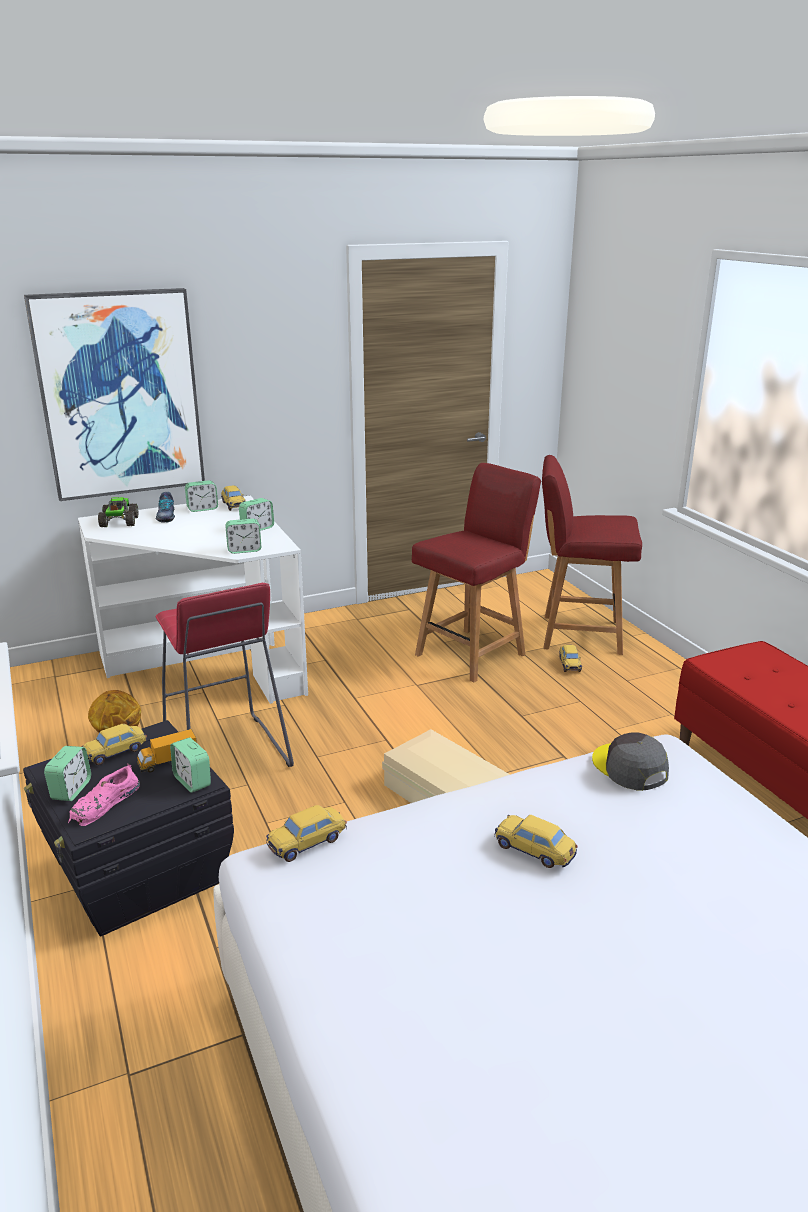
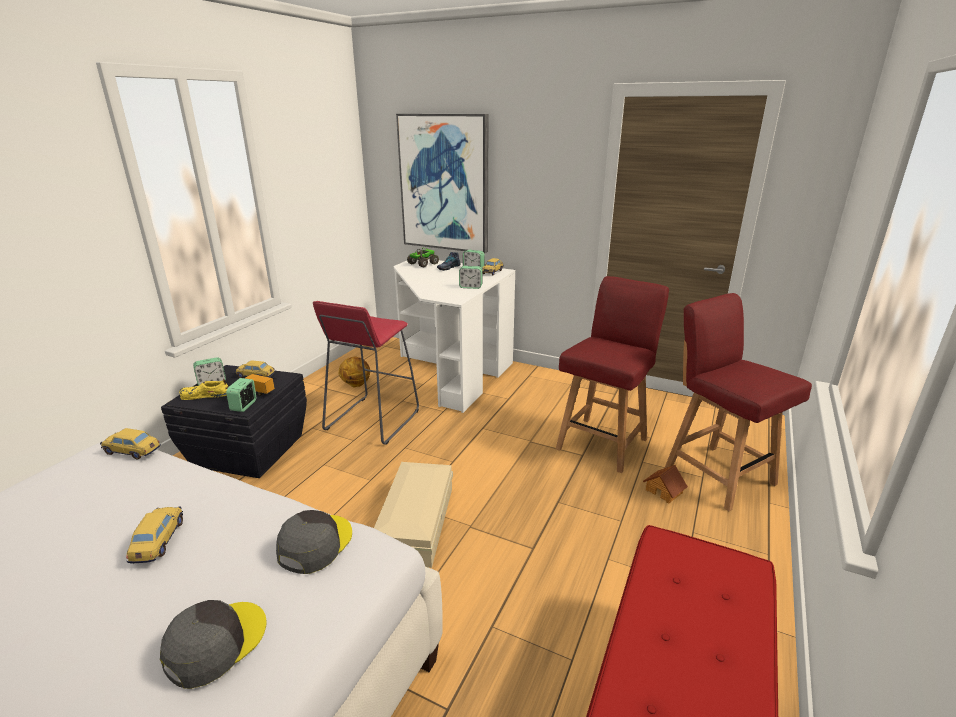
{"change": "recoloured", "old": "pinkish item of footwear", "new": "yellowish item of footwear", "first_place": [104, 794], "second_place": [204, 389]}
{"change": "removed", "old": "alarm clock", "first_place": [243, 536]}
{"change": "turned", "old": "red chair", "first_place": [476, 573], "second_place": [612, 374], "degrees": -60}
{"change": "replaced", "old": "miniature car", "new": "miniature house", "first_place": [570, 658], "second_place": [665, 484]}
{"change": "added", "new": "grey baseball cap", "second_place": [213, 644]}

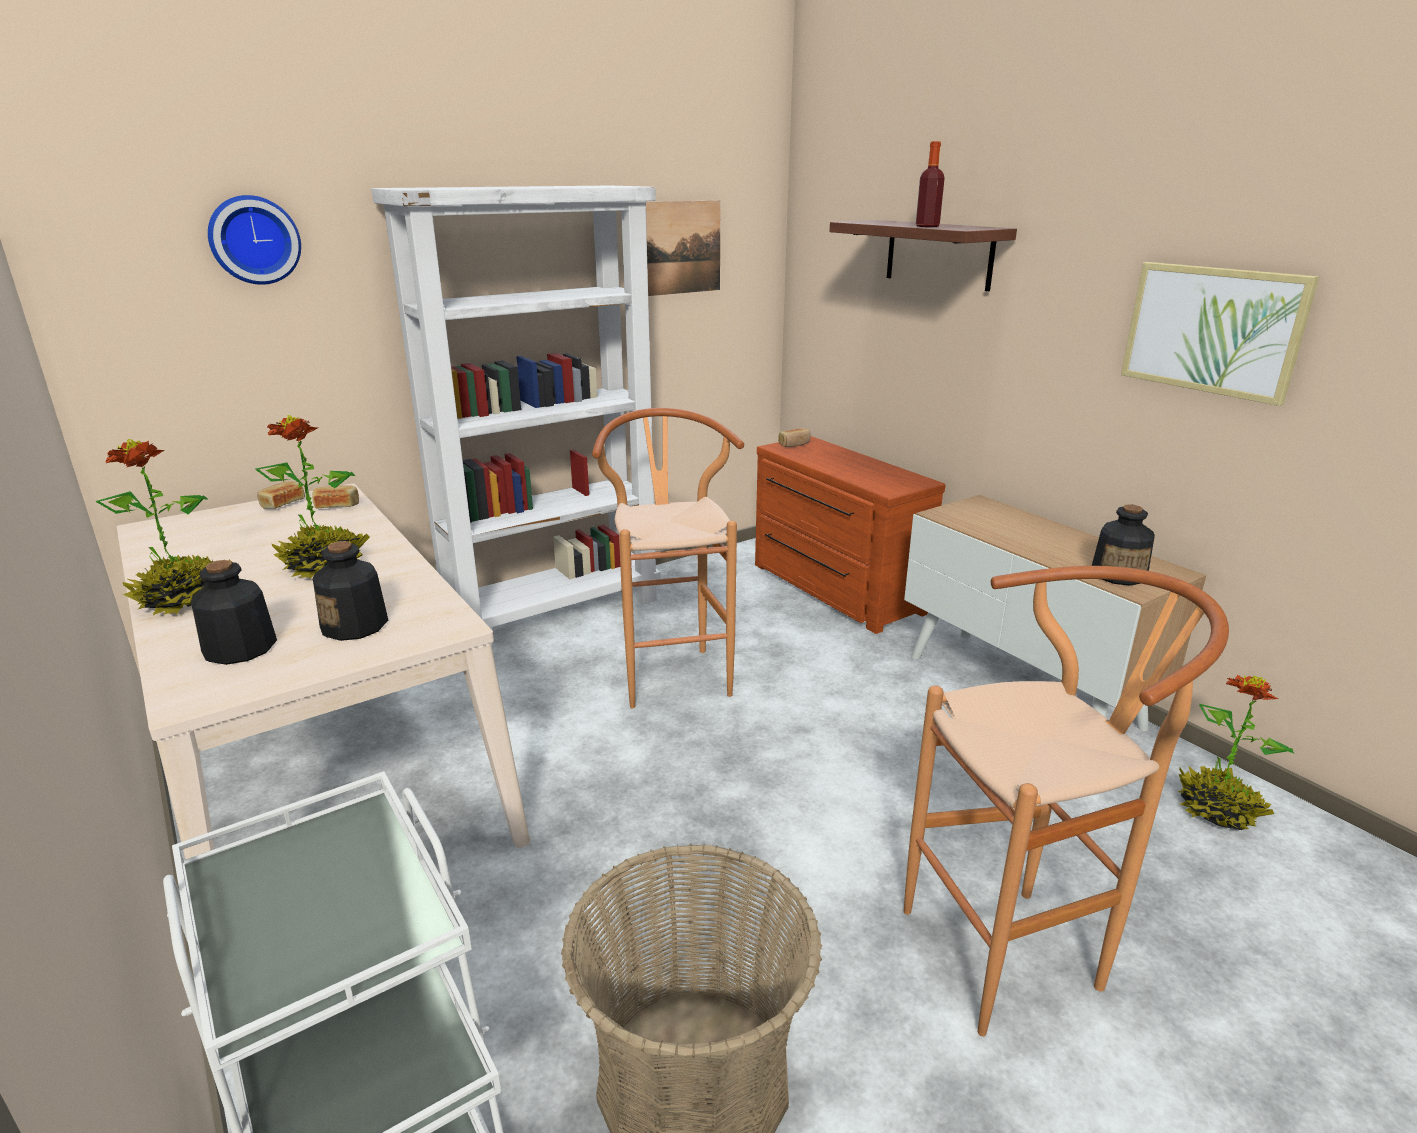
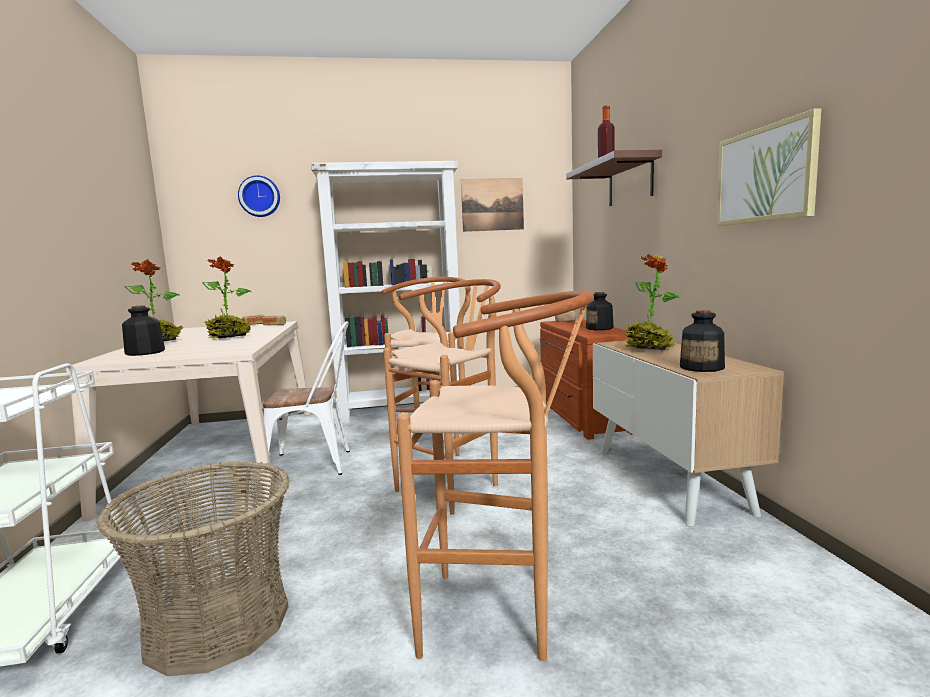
{"change": "moved", "old": "drink bottle", "first_place": [350, 591], "second_place": [600, 311]}
{"change": "moved", "old": "houseplant", "first_place": [1236, 752], "second_place": [651, 302]}
{"change": "added", "new": "white-coloured chair", "second_place": [306, 398]}
{"change": "added", "new": "brown sitting stool", "second_place": [442, 397]}

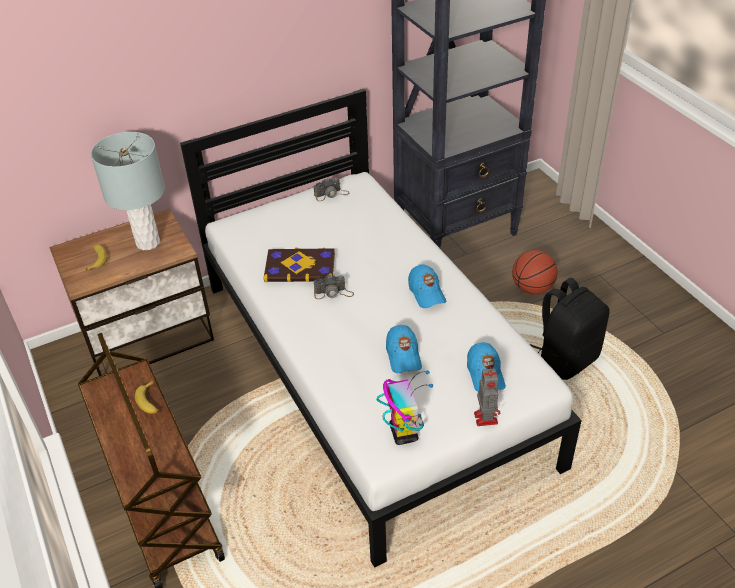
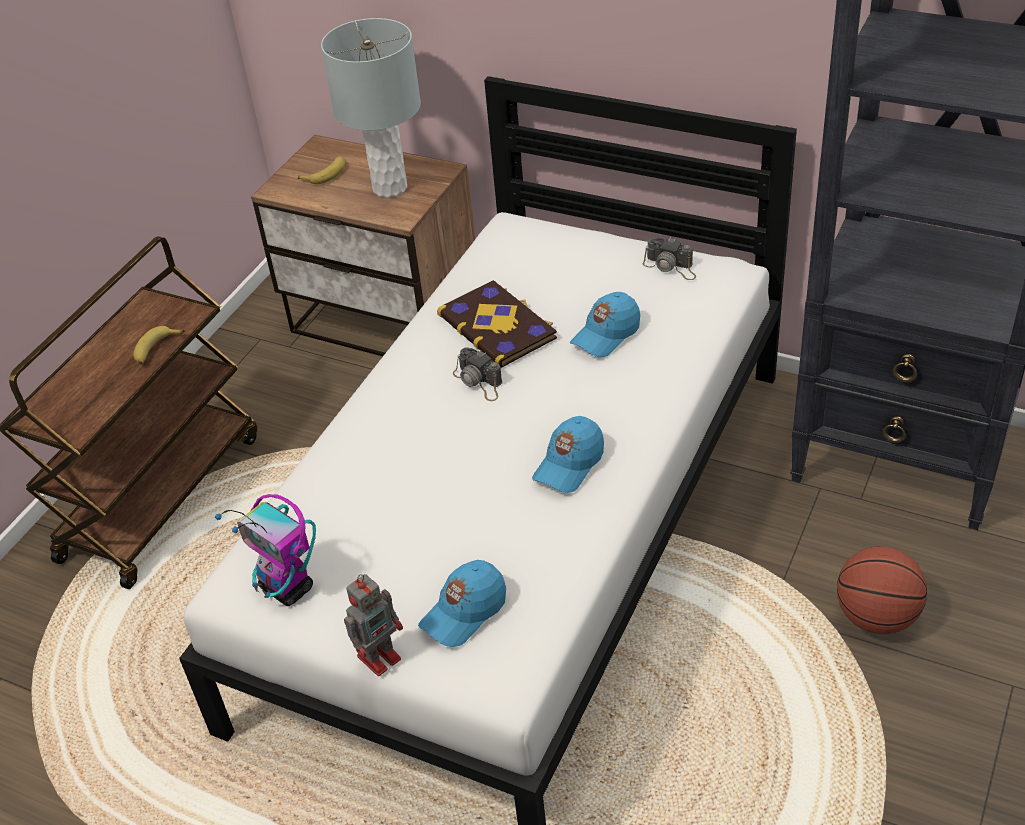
{"change": "turned", "old": "model robot", "first_place": [404, 407], "second_place": [265, 550], "degrees": 90}
{"change": "moved", "old": "bluish baseball cap", "first_place": [404, 349], "second_place": [605, 324]}
{"change": "removed", "old": "black rucksack", "first_place": [570, 329]}

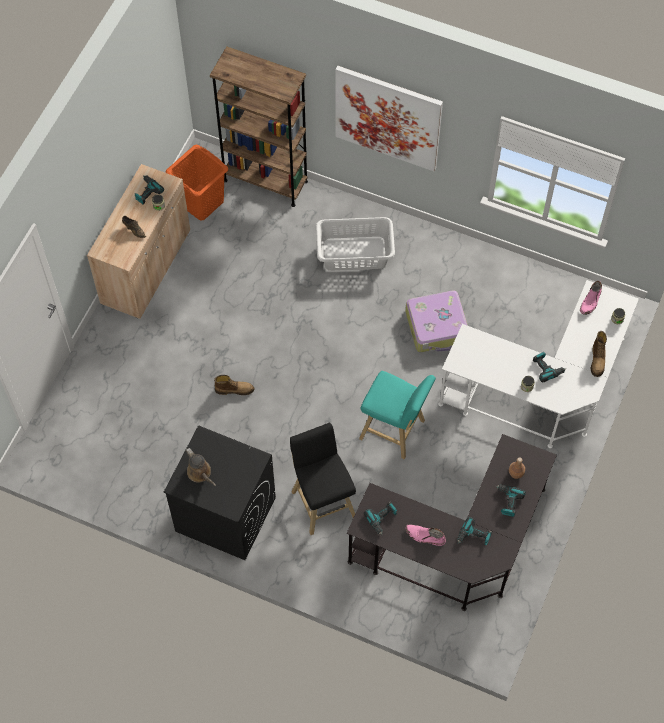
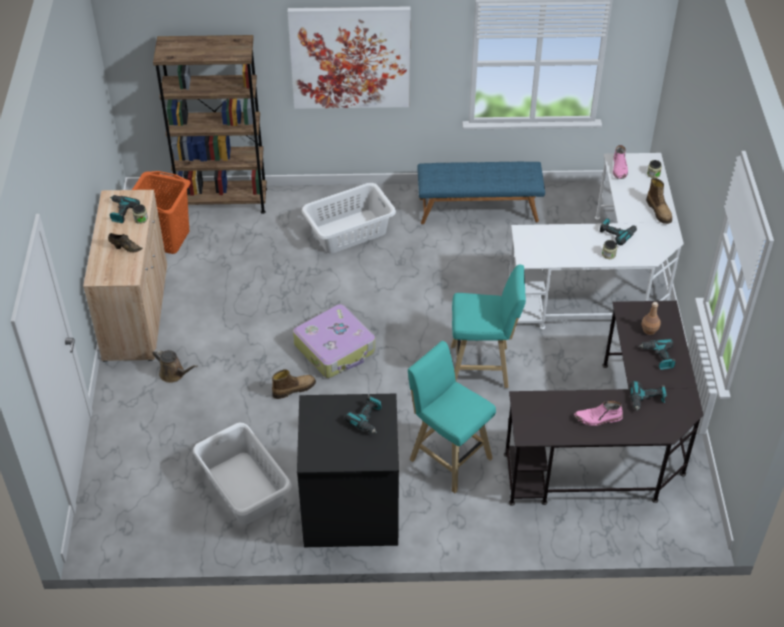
{"change": "moved", "old": "brown watering can", "first_place": [201, 467], "second_place": [175, 366]}
{"change": "recoloured", "old": "black sitting stool", "new": "turquoise sitting stool", "first_place": [323, 479], "second_place": [452, 417]}
{"change": "moved", "old": "electric drill", "first_place": [380, 518], "second_place": [363, 415]}
{"change": "moved", "old": "piece of luggage", "first_place": [436, 321], "second_place": [334, 341]}
{"change": "added", "new": "white-coloured washing basket", "second_place": [242, 473]}
{"change": "added", "new": "bluish long seat", "second_place": [481, 193]}

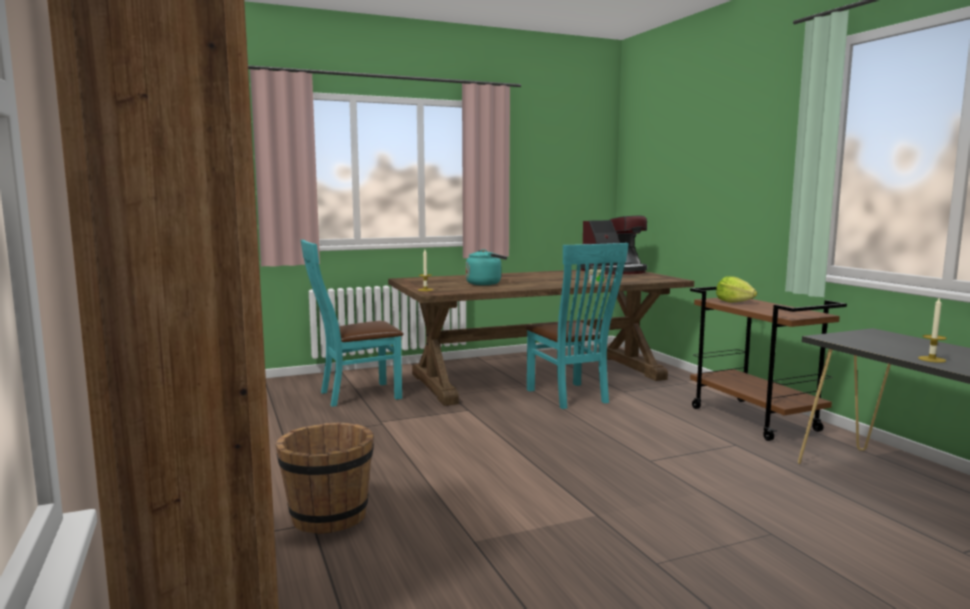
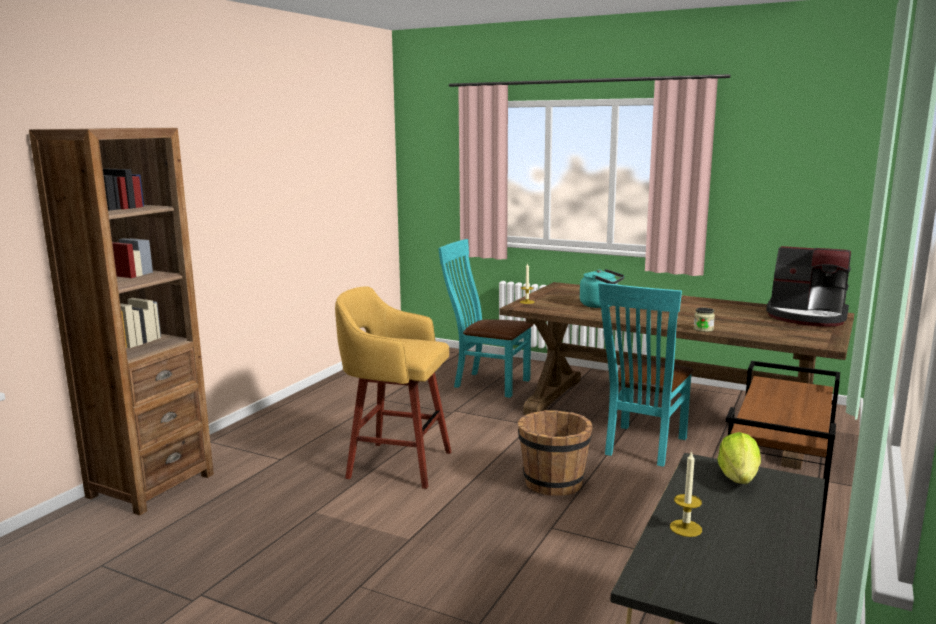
{"change": "moved", "old": "brown pail", "first_place": [324, 478], "second_place": [555, 453]}
{"change": "moved", "old": "lettuce head", "first_place": [736, 289], "second_place": [739, 458]}
{"change": "added", "new": "yellowish sitting stool", "second_place": [393, 387]}

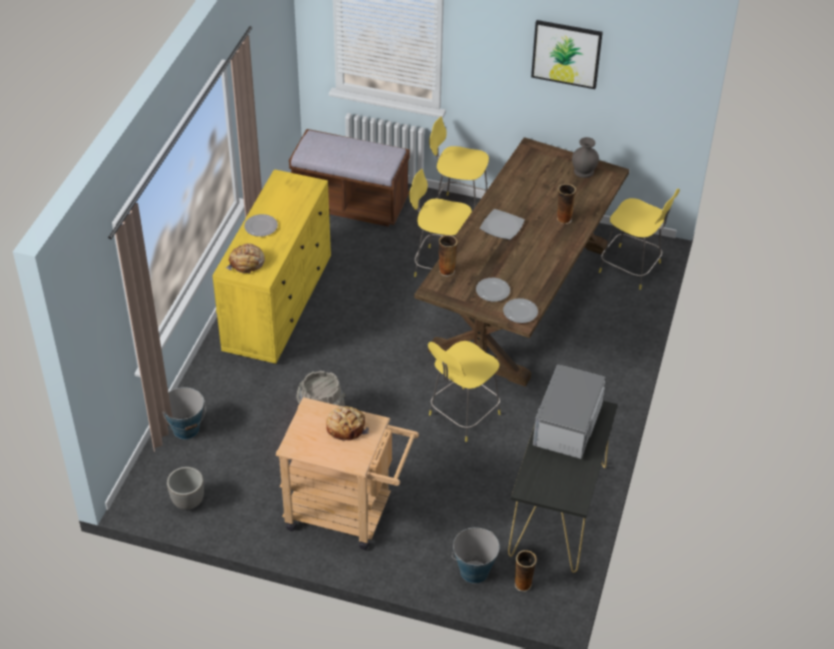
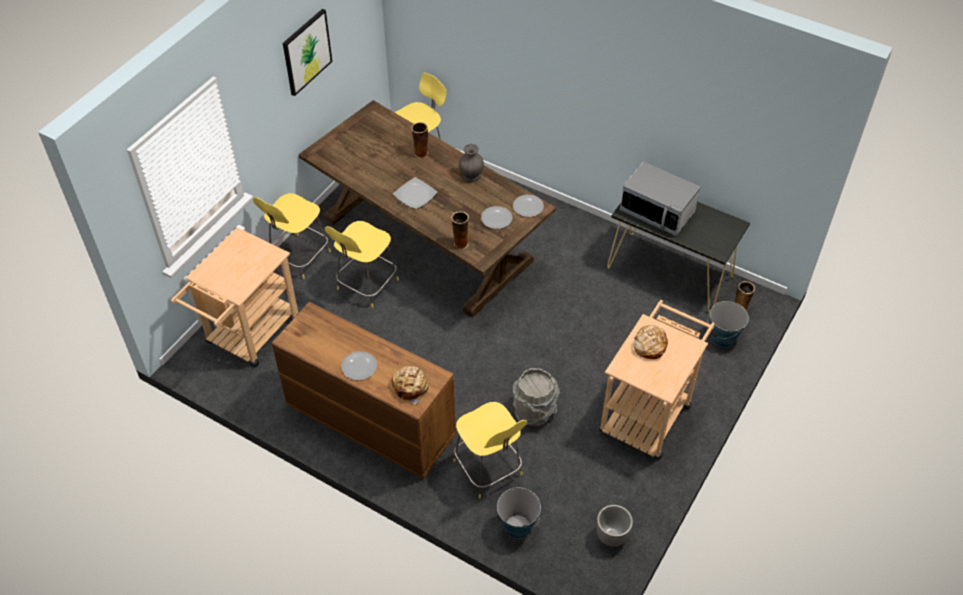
{"change": "recoloured", "old": "yellowish dresser", "new": "brown dresser", "first_place": [271, 266], "second_place": [364, 390]}
{"change": "replaced", "old": "brown long seat", "new": "beige-coloured trolley", "first_place": [349, 178], "second_place": [234, 297]}
{"change": "moved", "old": "yellowish sitting stool", "first_place": [464, 391], "second_place": [490, 450]}
{"change": "moved", "old": "grey flower vase", "first_place": [585, 157], "second_place": [471, 163]}

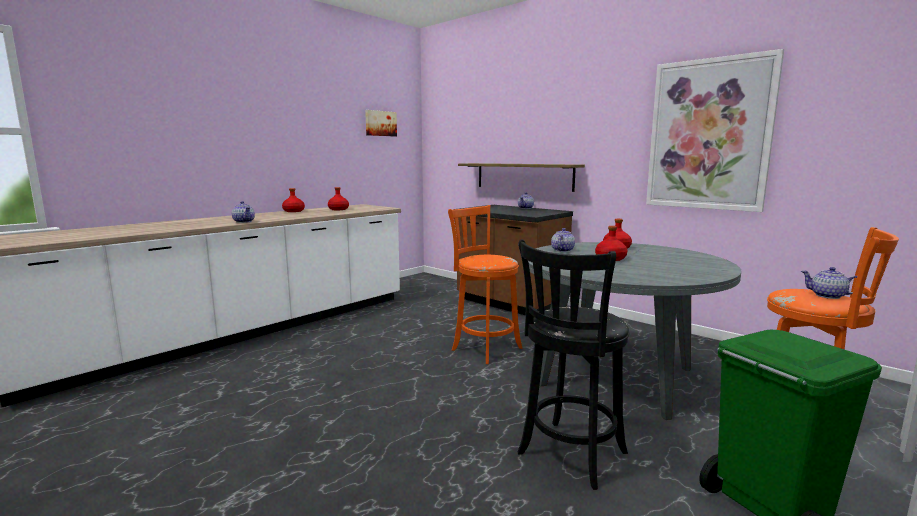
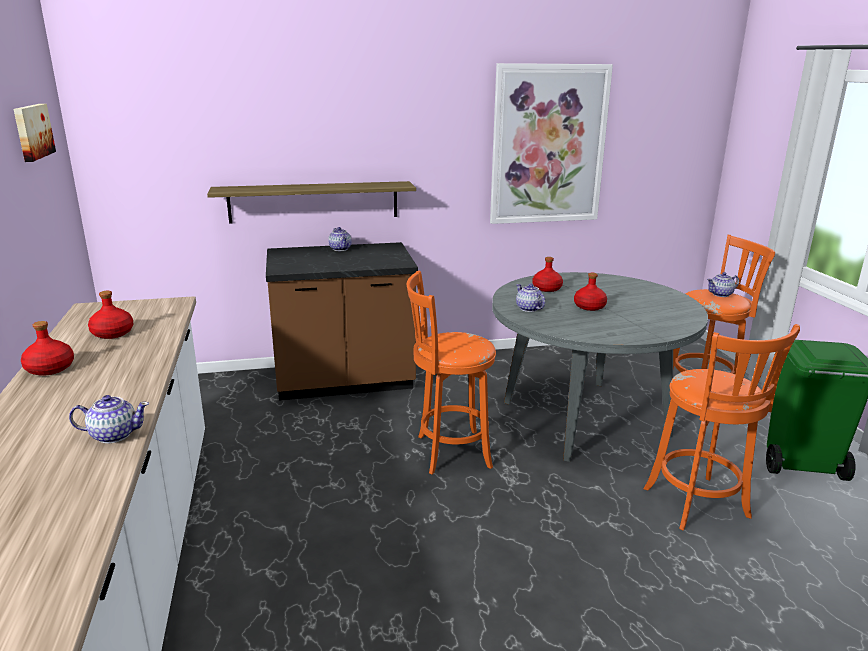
{"change": "recoloured", "old": "black sitting stool", "new": "orange sitting stool", "first_place": [573, 364], "second_place": [722, 427]}

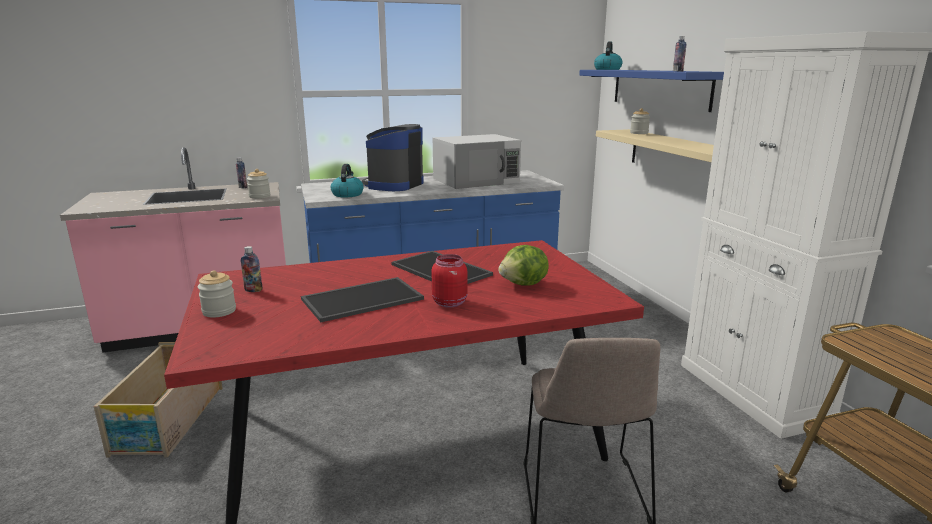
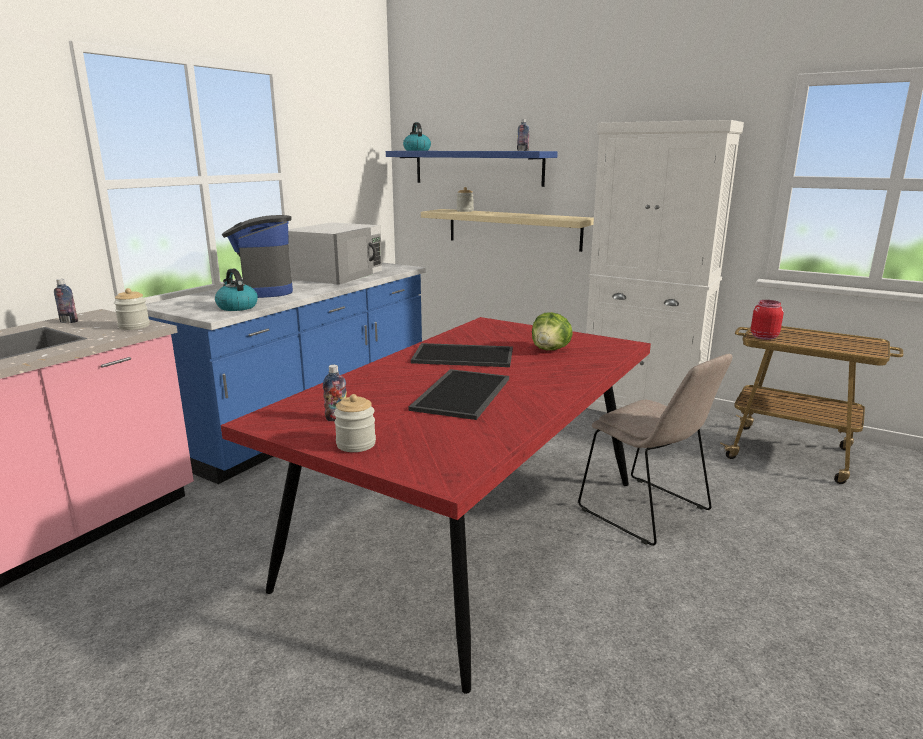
{"change": "removed", "old": "crate", "first_place": [158, 400]}
{"change": "moved", "old": "red jar", "first_place": [449, 281], "second_place": [767, 320]}

